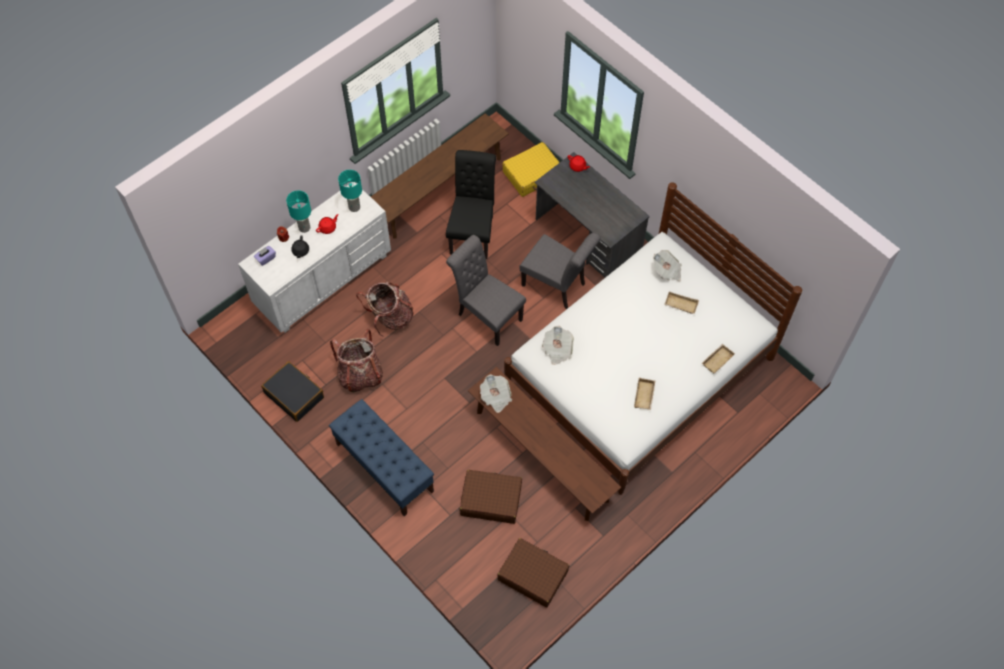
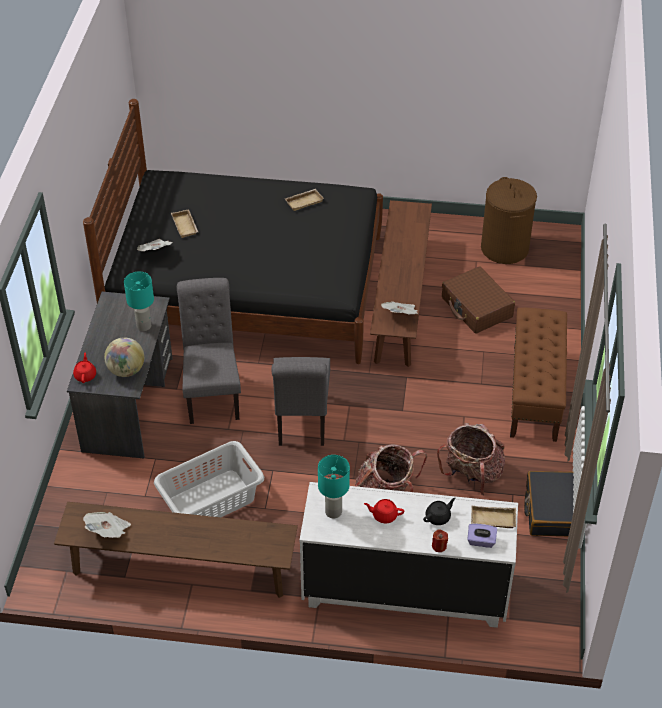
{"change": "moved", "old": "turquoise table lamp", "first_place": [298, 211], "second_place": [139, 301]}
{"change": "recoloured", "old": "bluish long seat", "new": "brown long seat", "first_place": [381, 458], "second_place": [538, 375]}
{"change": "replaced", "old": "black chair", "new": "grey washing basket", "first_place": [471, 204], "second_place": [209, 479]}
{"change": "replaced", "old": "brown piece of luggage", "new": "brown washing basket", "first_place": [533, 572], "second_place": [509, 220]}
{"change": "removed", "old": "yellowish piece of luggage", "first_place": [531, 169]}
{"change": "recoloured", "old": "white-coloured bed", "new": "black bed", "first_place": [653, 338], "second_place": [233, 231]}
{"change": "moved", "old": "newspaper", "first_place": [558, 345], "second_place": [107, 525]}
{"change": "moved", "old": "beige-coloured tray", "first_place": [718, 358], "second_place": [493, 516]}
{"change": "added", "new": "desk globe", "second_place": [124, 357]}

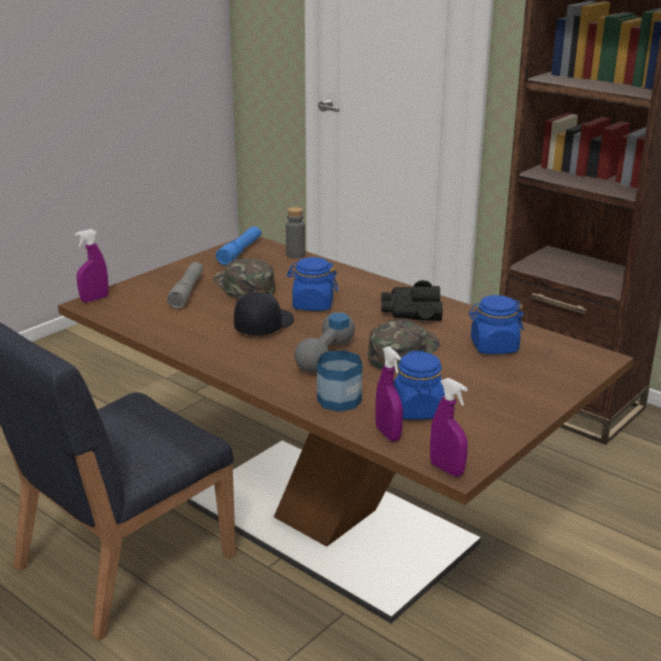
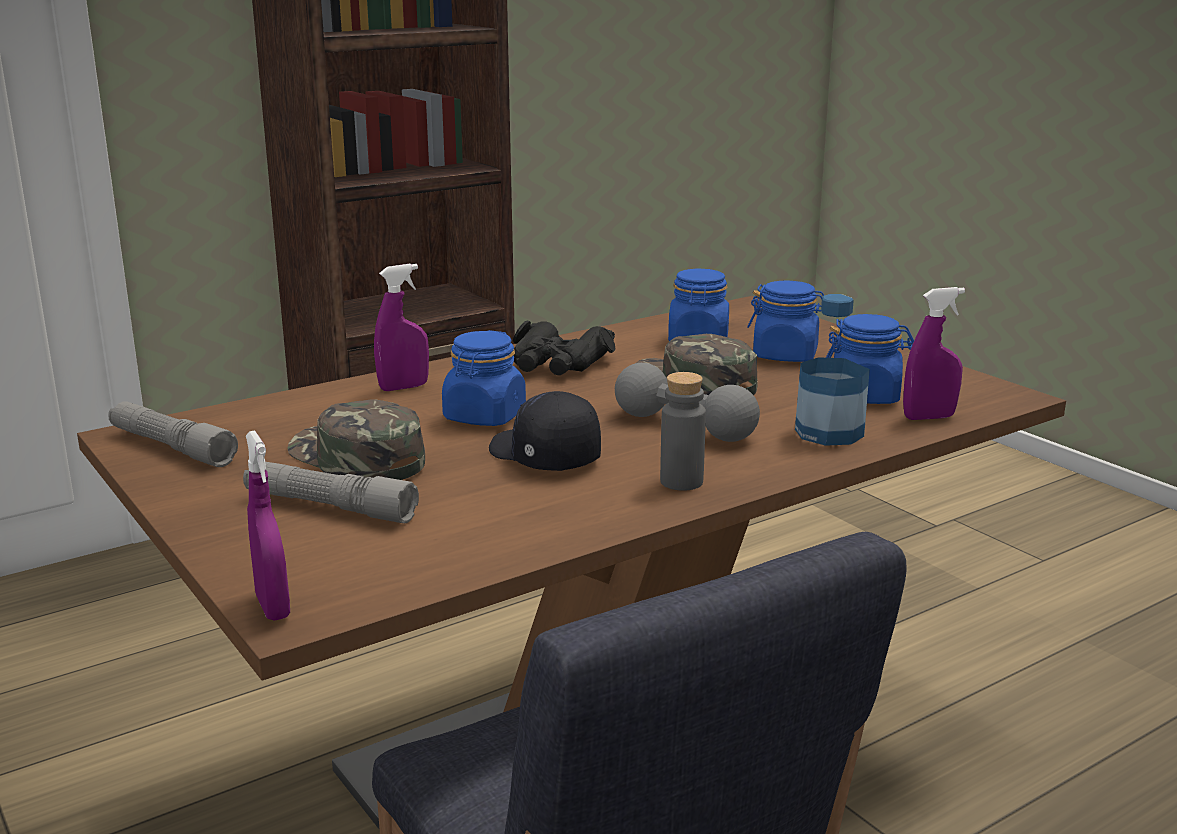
{"change": "turned", "old": "green-coloured baseball cap", "first_place": [244, 279], "second_place": [356, 439], "degrees": 60}
{"change": "recoloured", "old": "bluish hand torch", "new": "grey hand torch", "first_place": [239, 246], "second_place": [173, 434]}
{"change": "moved", "old": "grey drink bottle", "first_place": [295, 233], "second_place": [683, 431]}
{"change": "moved", "old": "purple spray bottle", "first_place": [449, 427], "second_place": [401, 327]}
{"change": "added", "new": "bluish jar", "second_place": [785, 321]}

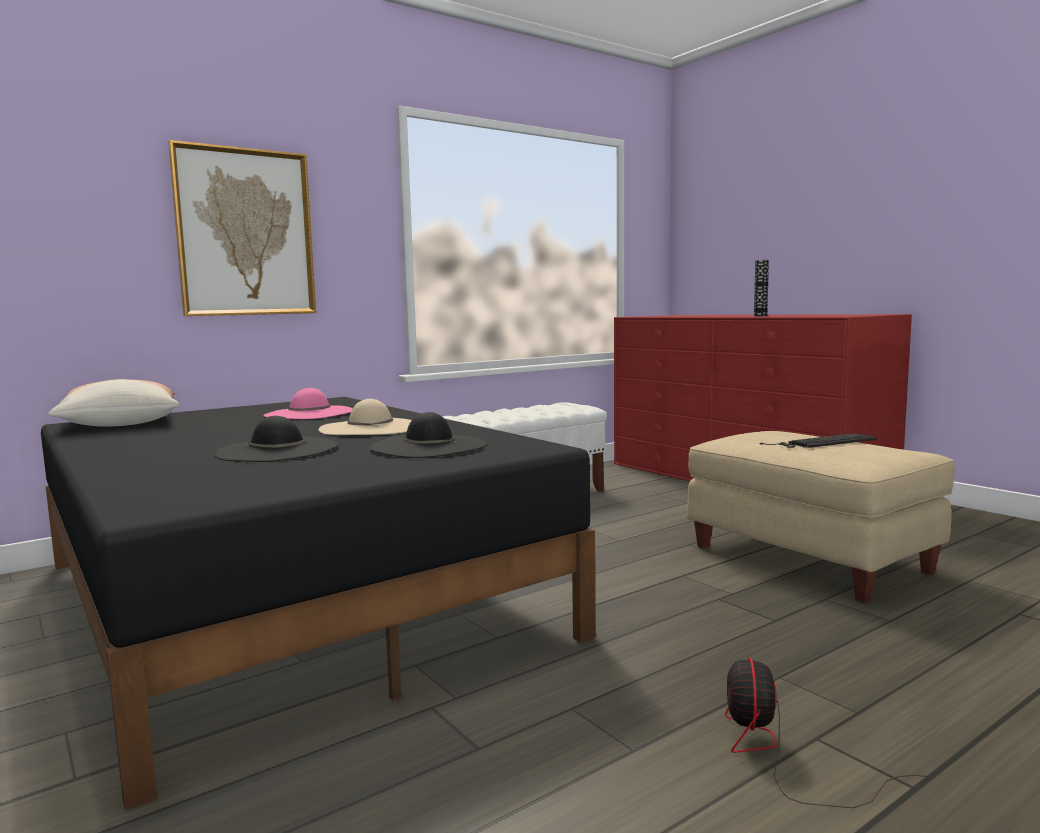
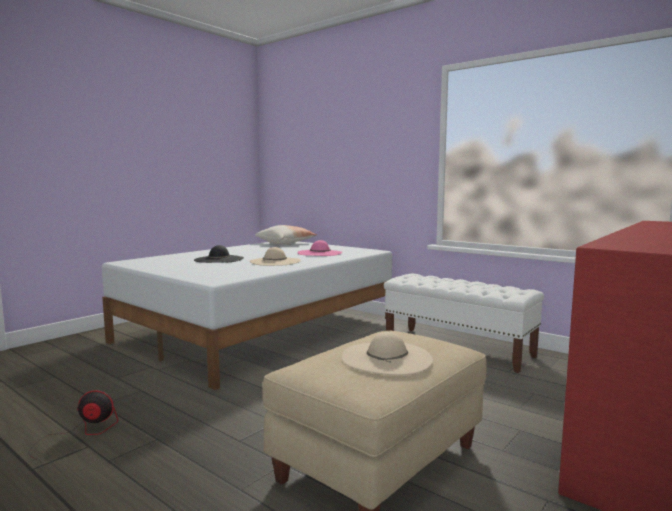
{"change": "recoloured", "old": "black bed", "new": "white-coloured bed", "first_place": [318, 604], "second_place": [247, 315]}
{"change": "removed", "old": "wall art", "first_place": [242, 228]}
{"change": "removed", "old": "black clothing hat", "first_place": [428, 435]}
{"change": "removed", "old": "flower vase", "first_place": [761, 288]}
{"change": "replaced", "old": "computer keyboard", "new": "beige-coloured clothing hat", "first_place": [818, 440], "second_place": [387, 353]}

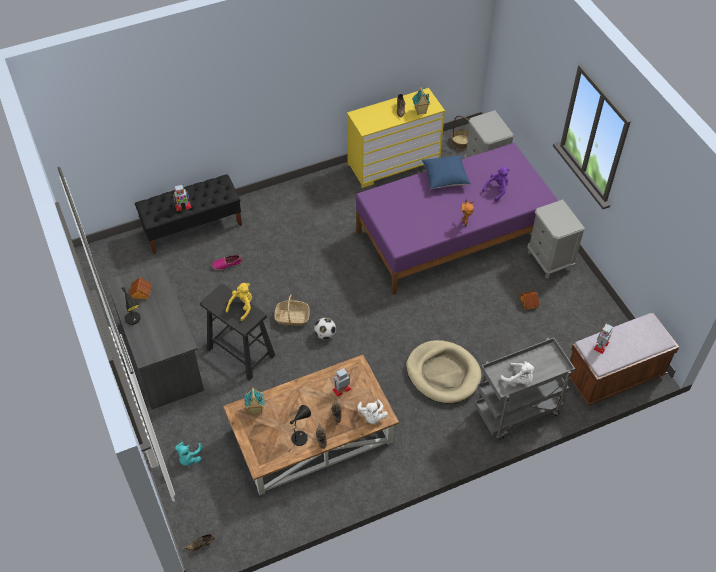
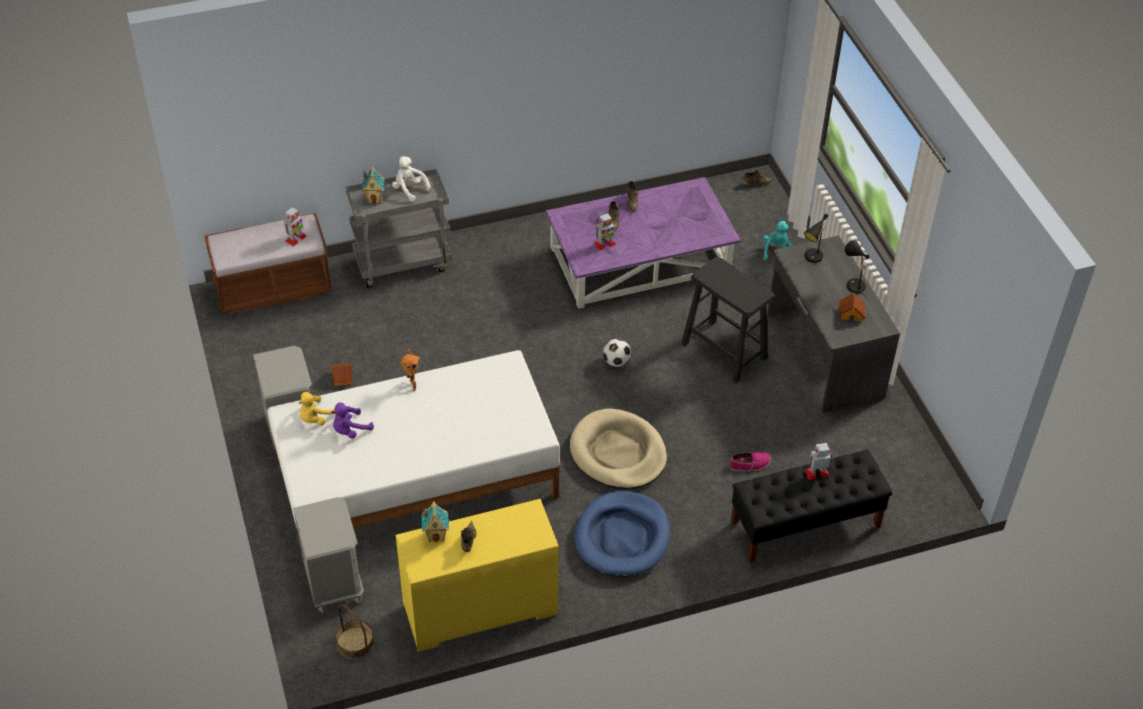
{"change": "recoloured", "old": "brown coffee table", "new": "purple coffee table", "first_place": [311, 425], "second_place": [643, 243]}
{"change": "moved", "old": "yellowish plush toy", "first_place": [239, 302], "second_place": [317, 408]}
{"change": "moved", "old": "miniature house", "first_place": [254, 401], "second_place": [373, 185]}
{"change": "removed", "old": "household basket", "first_place": [292, 310]}
{"change": "moved", "old": "black table lamp", "first_place": [300, 427], "second_place": [816, 238]}
{"change": "recoloured", "old": "purple bed", "new": "white-coloured bed", "first_place": [457, 219], "second_place": [413, 454]}
{"change": "removed", "old": "white-coloured plush toy", "first_place": [372, 412]}
{"change": "moved", "old": "beige-coloured dog cushion", "first_place": [444, 371], "second_place": [618, 449]}
{"change": "removed", "old": "bluish cushion", "first_place": [446, 172]}
{"change": "added", "new": "bluish dog cushion", "second_place": [622, 534]}

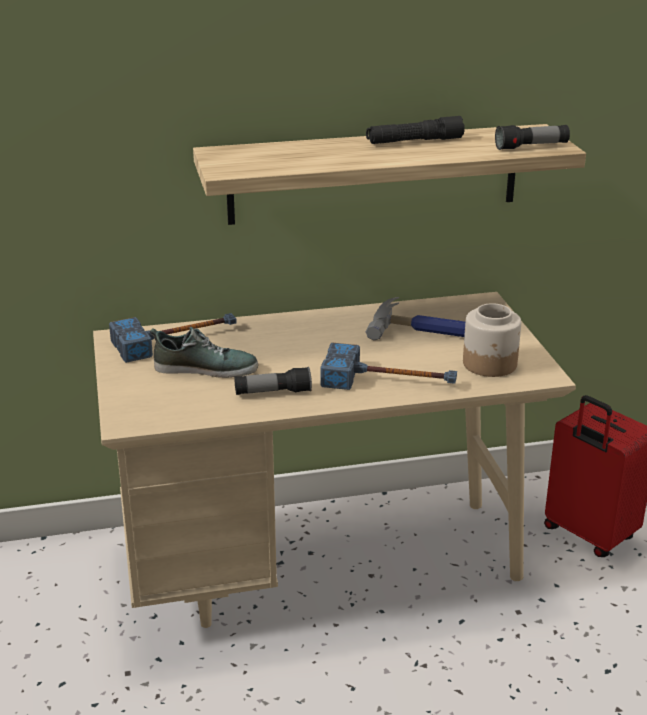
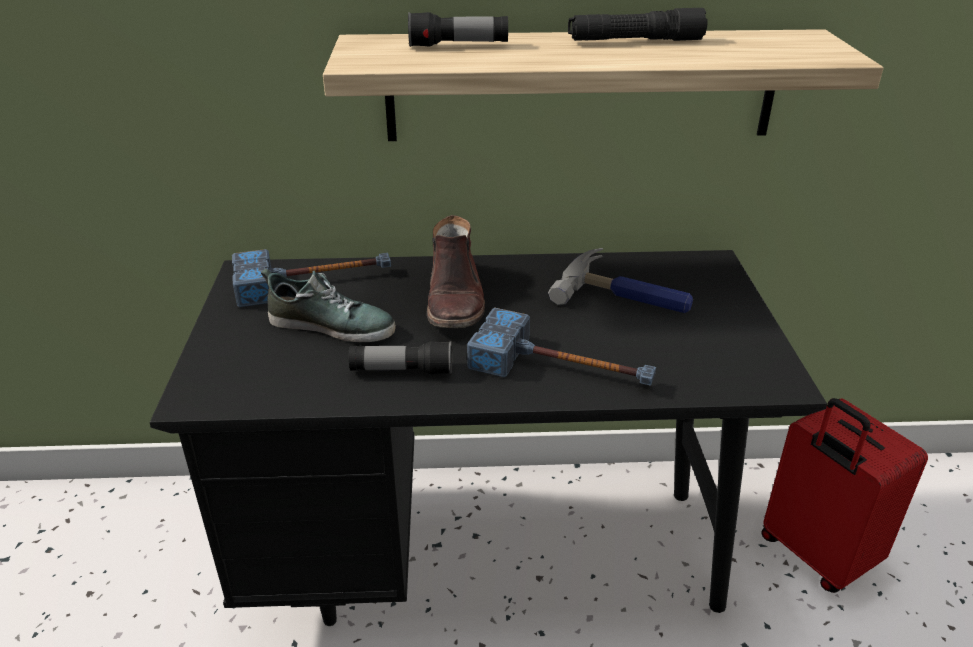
{"change": "recoloured", "old": "beige-coloured desk table", "new": "black desk table", "first_place": [334, 460], "second_place": [488, 438]}
{"change": "removed", "old": "jar", "first_place": [492, 340]}
{"change": "moved", "old": "hand torch", "first_place": [532, 137], "second_place": [458, 29]}
{"change": "added", "new": "brown high-top boot", "second_place": [456, 271]}

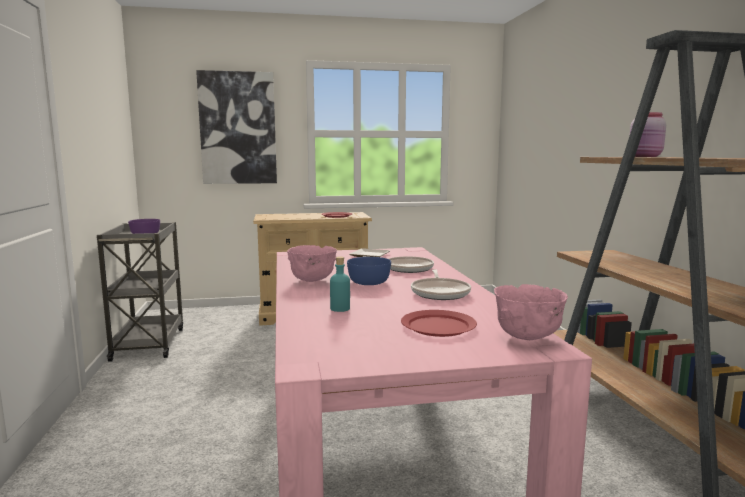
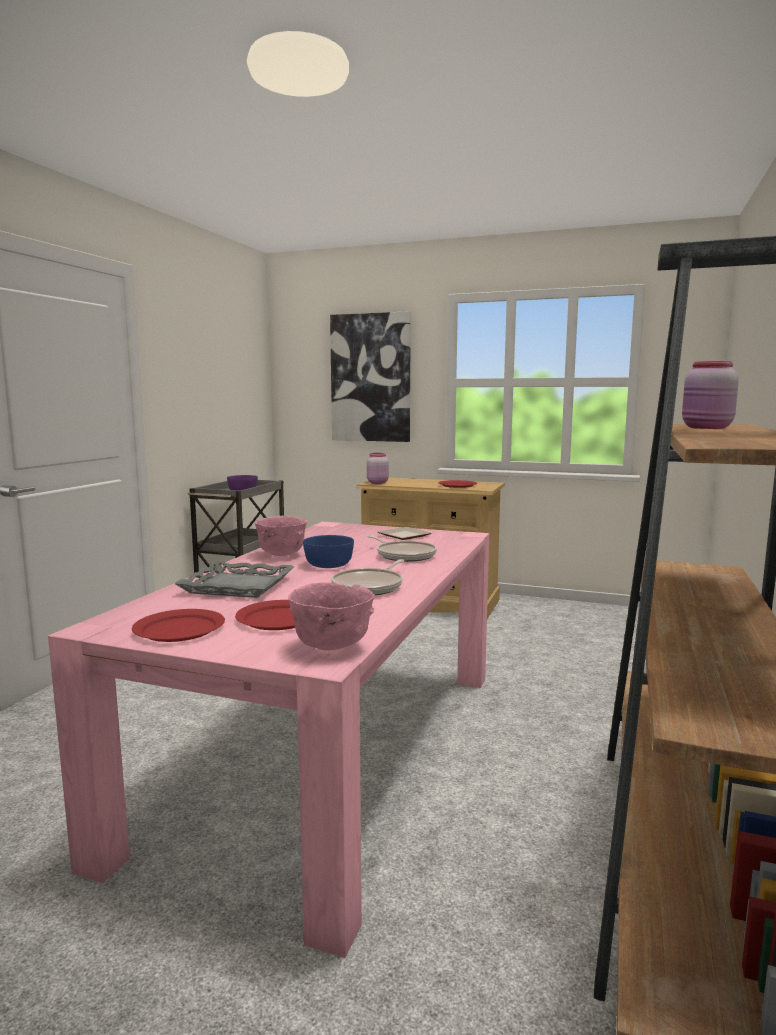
{"change": "replaced", "old": "turquoise drink bottle", "new": "grey tray", "first_place": [340, 284], "second_place": [234, 579]}
{"change": "added", "new": "red flat dish", "second_place": [178, 625]}
{"change": "added", "new": "pinkish jar", "second_place": [378, 468]}

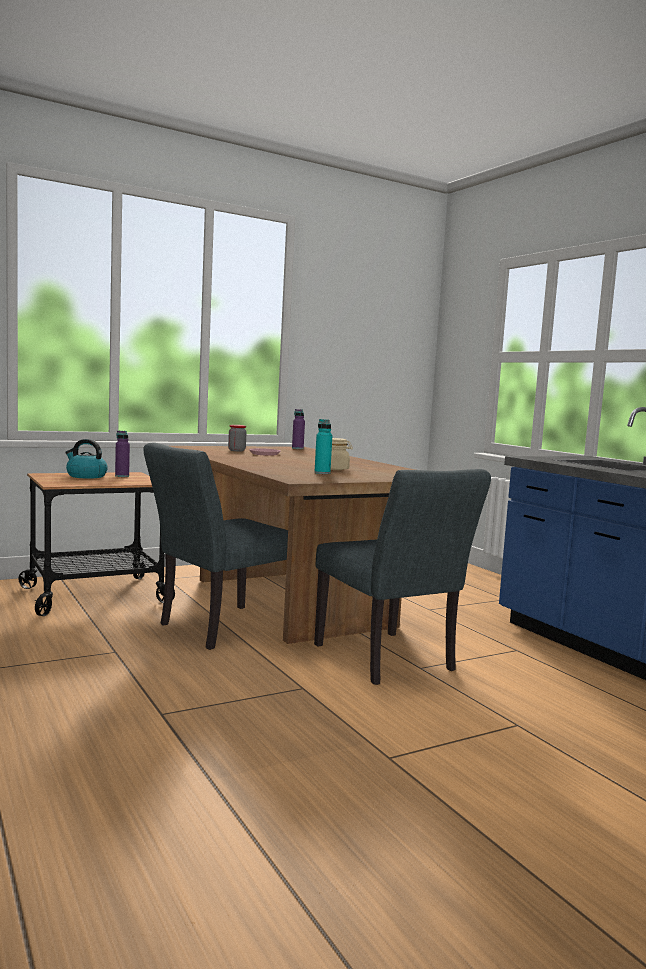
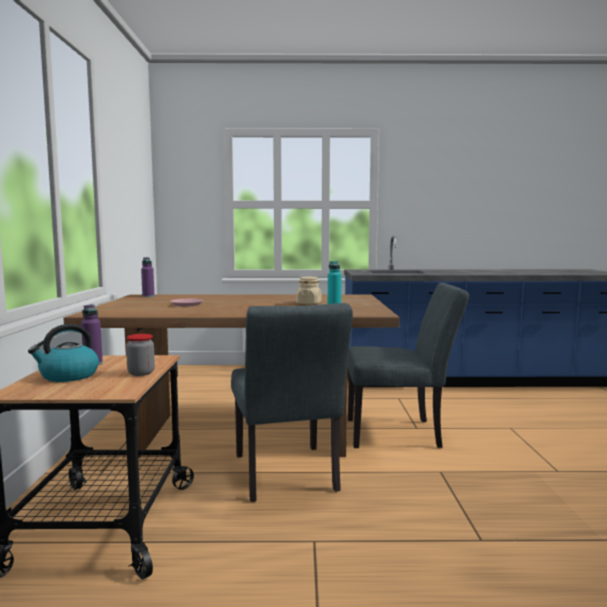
{"change": "moved", "old": "jar", "first_place": [237, 438], "second_place": [140, 355]}

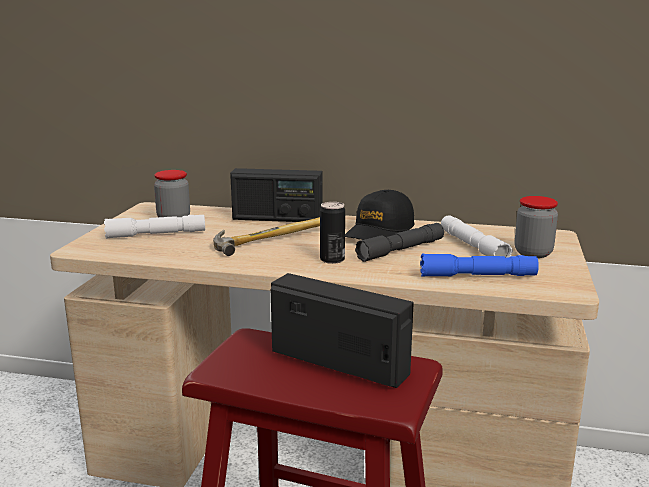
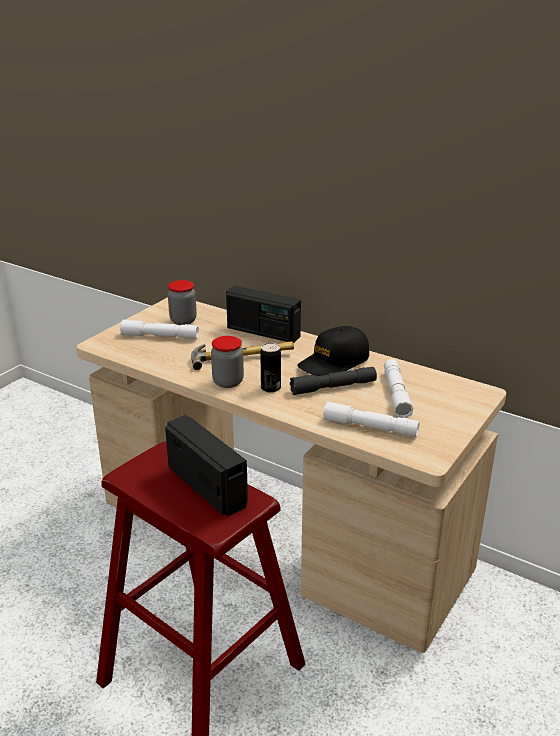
{"change": "recoloured", "old": "bluish hand torch", "new": "white-coloured hand torch", "first_place": [479, 265], "second_place": [371, 419]}
{"change": "moved", "old": "jar", "first_place": [536, 227], "second_place": [227, 362]}

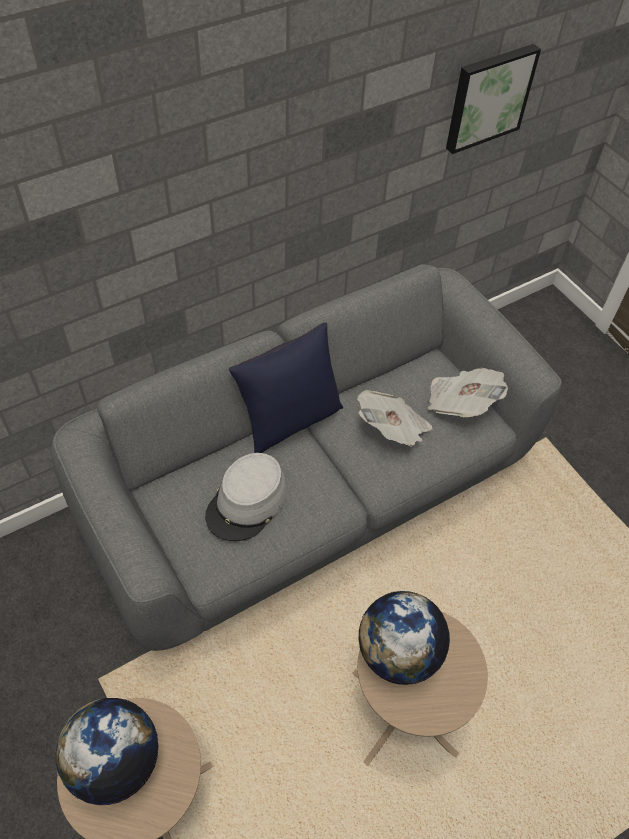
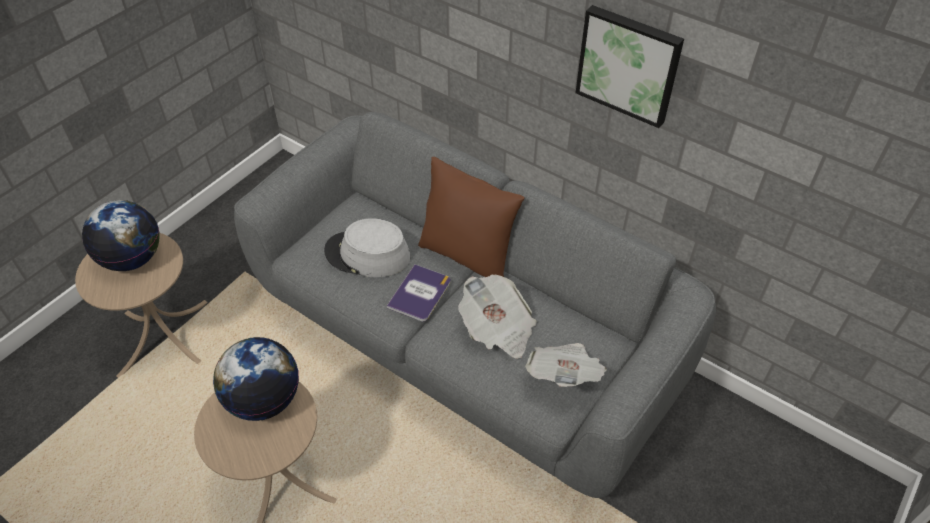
{"change": "recoloured", "old": "bluish cushion", "new": "brown cushion", "first_place": [286, 387], "second_place": [471, 217]}
{"change": "moved", "old": "wall art", "first_place": [493, 99], "second_place": [630, 66]}
{"change": "added", "new": "volume", "second_place": [418, 292]}

